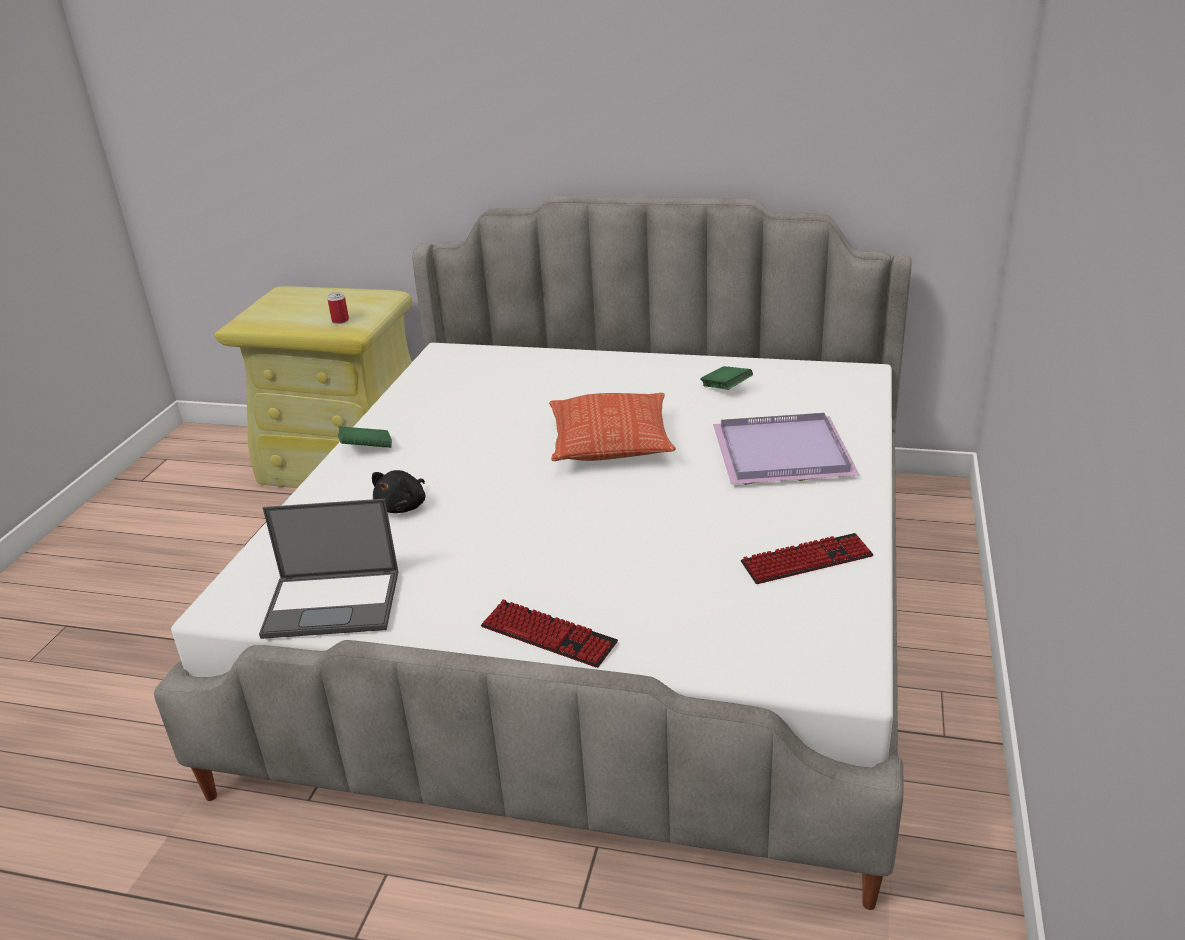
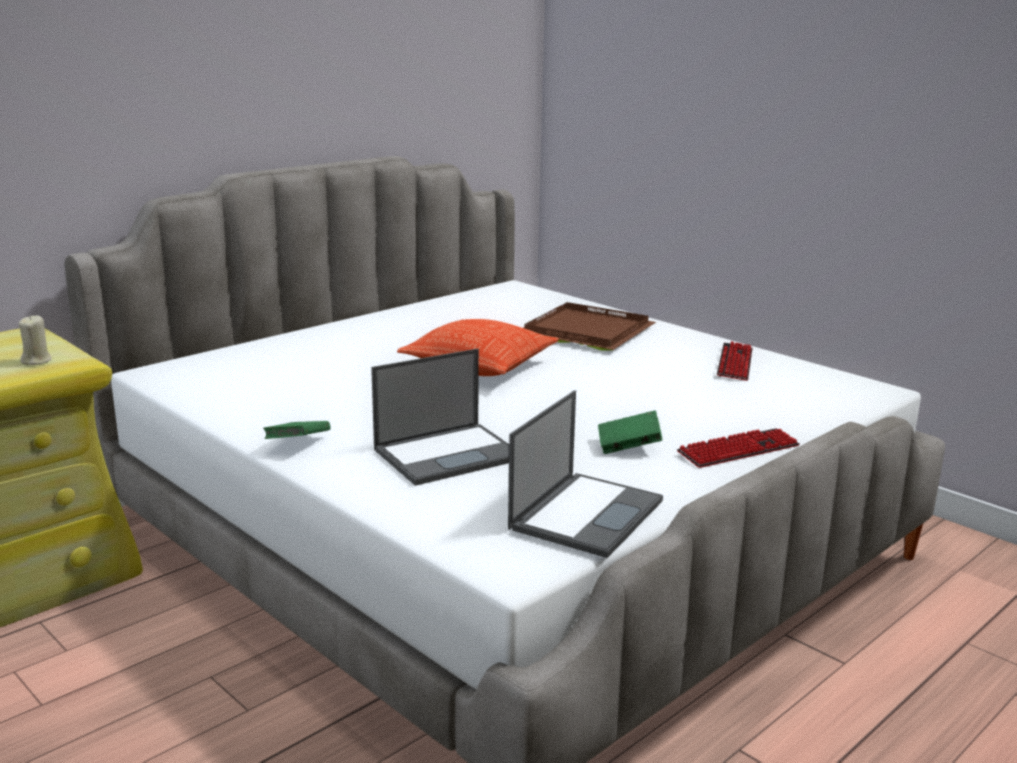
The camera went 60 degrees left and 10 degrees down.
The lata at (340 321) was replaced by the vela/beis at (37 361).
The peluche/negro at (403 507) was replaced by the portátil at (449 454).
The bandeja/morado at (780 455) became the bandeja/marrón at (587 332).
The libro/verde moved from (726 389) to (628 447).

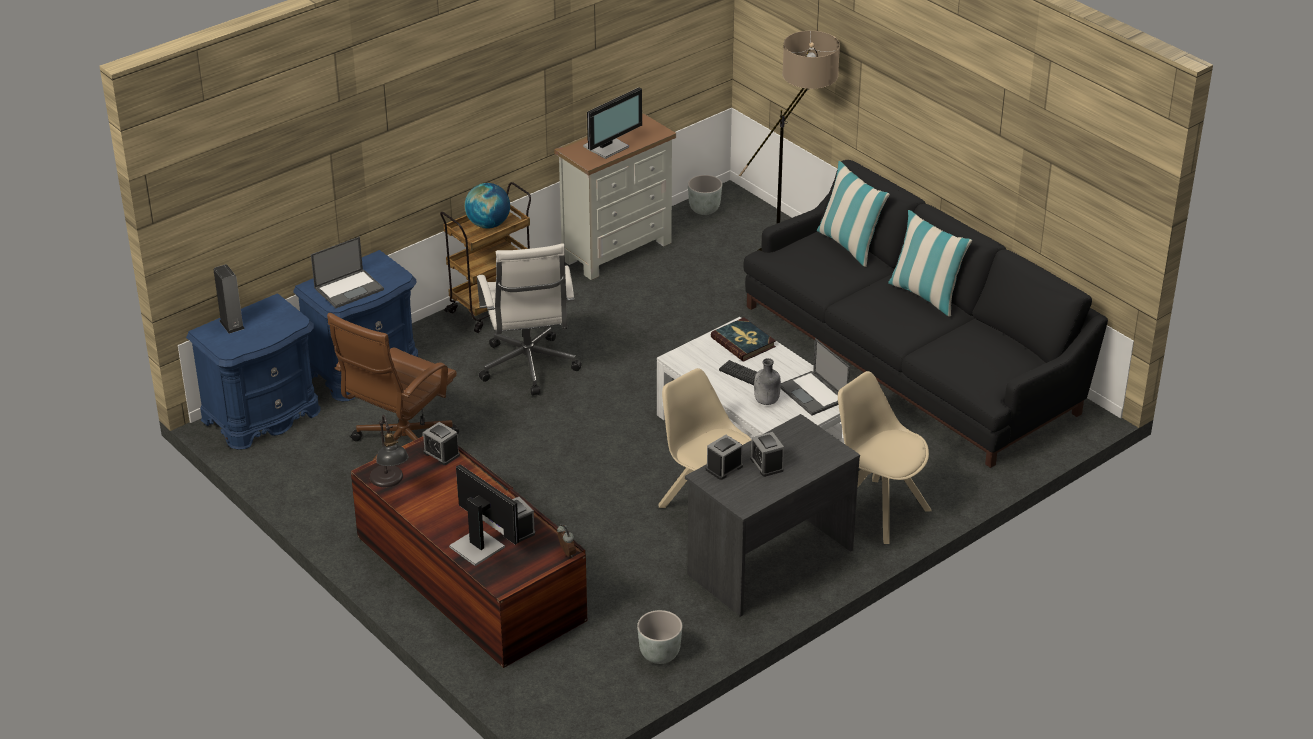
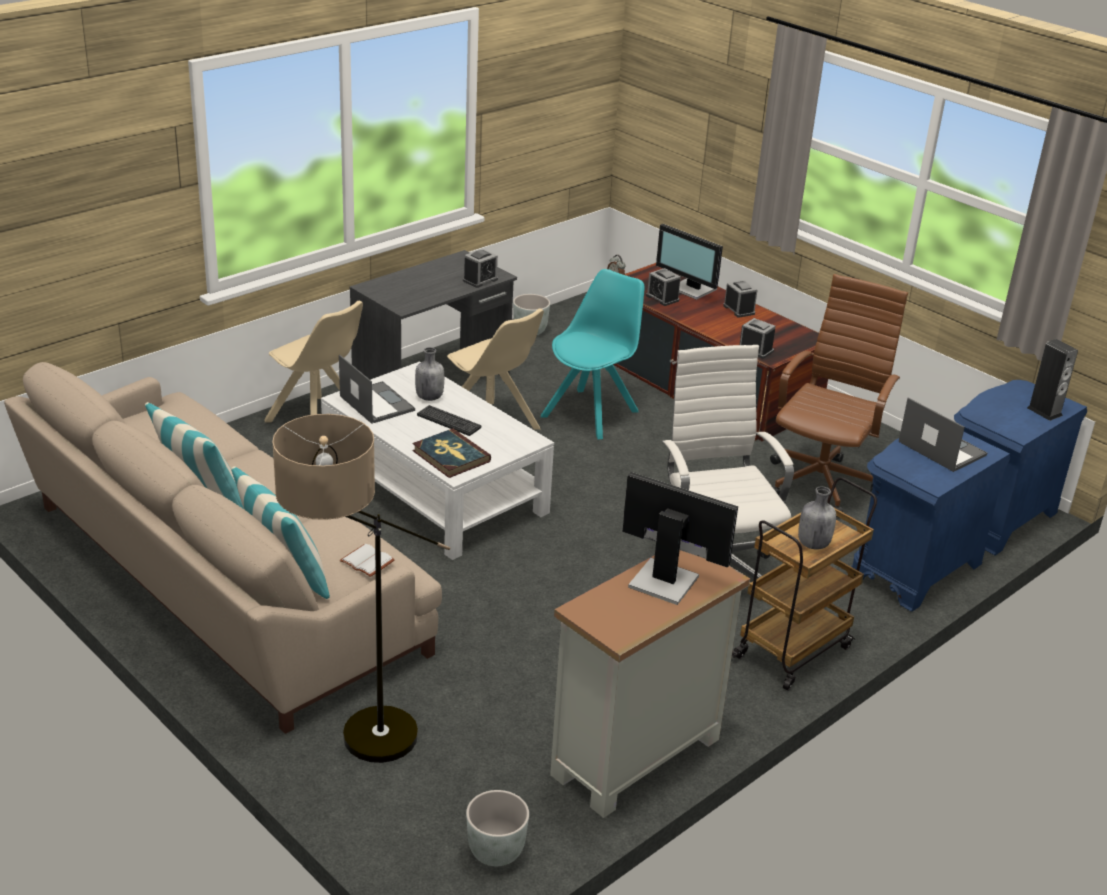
The camera went 175 degrees right and 5 degrees down.
The sofá/negro at (913 356) became the sofá/beis at (220 580).
The libro/blanco at (368 561) appeared.
The silla/turquesa at (591 413) appeared.
The monitor at (608 147) turned 75 degrees clockwise.
The despertador moved from (766 464) to (739 310).
The globo terráqueo at (488 224) was replaced by the botella/gris at (812 544).
The portátil at (349 288) turned 90 degrees clockwise.
The lámpara de mesa/gris at (391 485) disappeared.

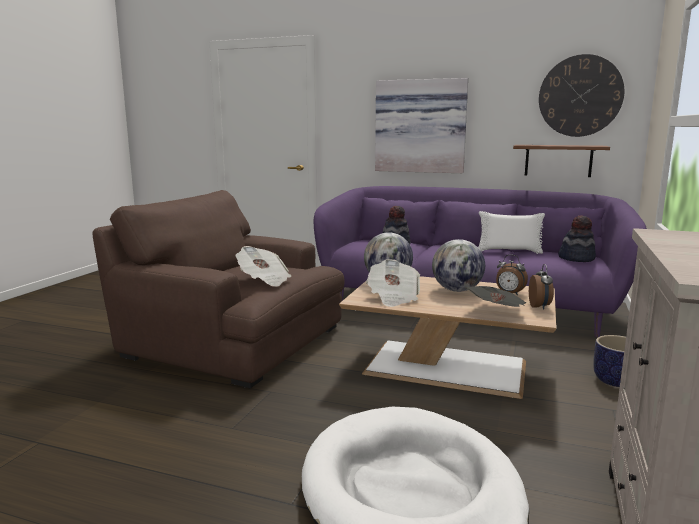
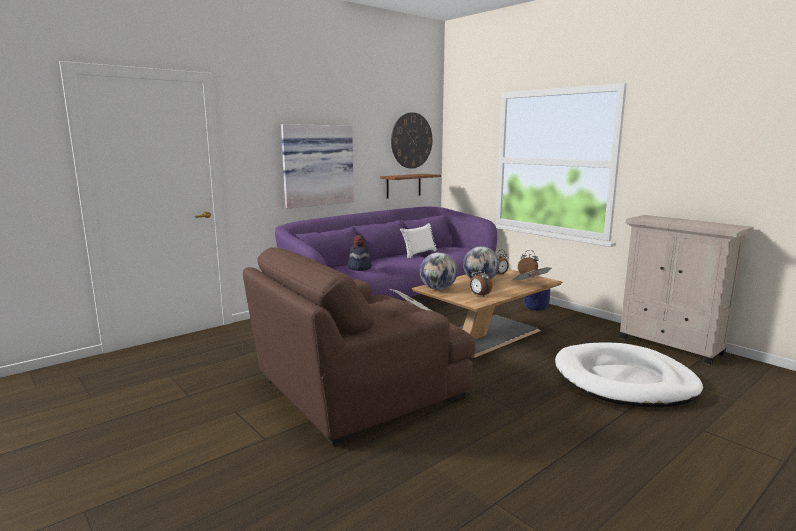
The camera went 60 degrees left and 0 degrees up.
The periódico at (393 297) was replaced by the despertador at (479 295).
The sombrero at (576 258) disappeared.

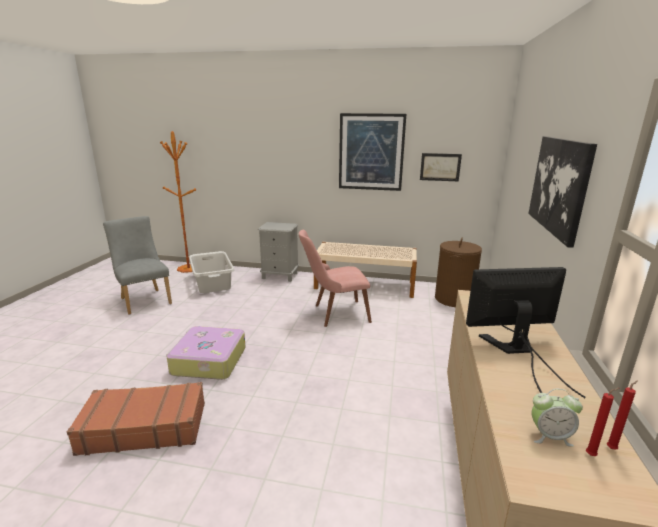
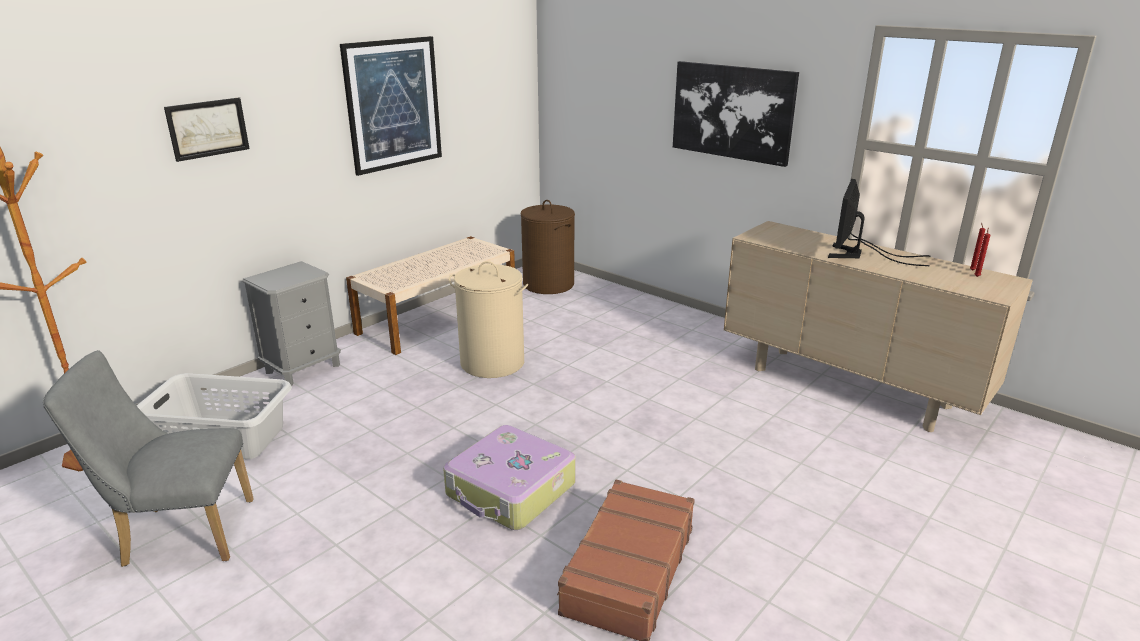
The camera went 60 degrees left and 5 degrees up.
The cuadro moved from (440 167) to (208 128).
The silla/rosa at (334 314) was replaced by the cesto de la ropa/beis at (492 363).
The despertador at (549 436) disappeared.

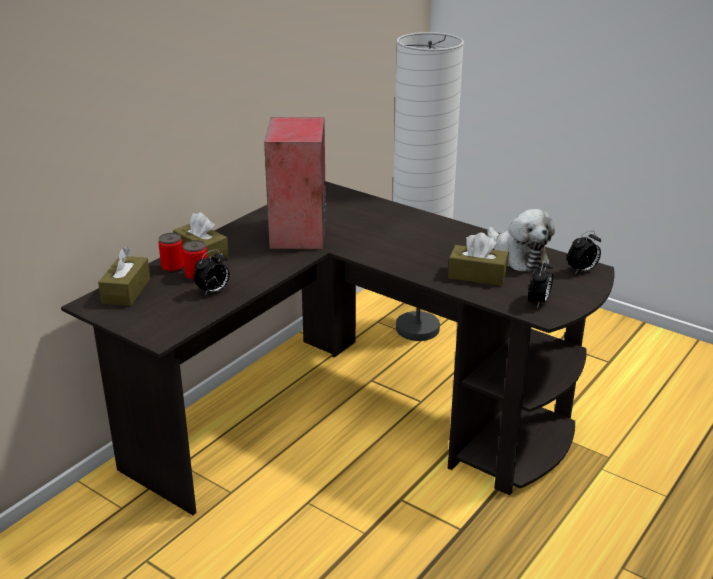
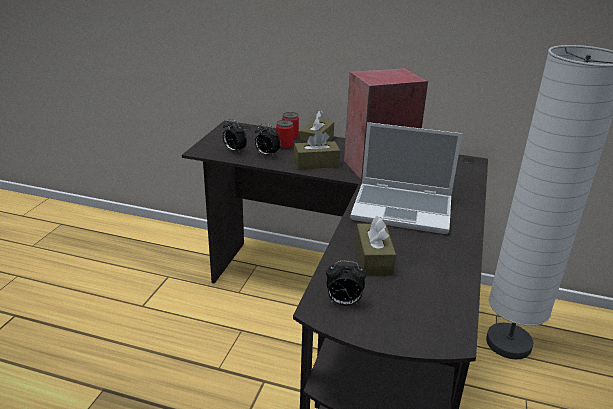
The camera went 70 degrees right and 0 degrees up.
The despertador moved from (582 270) to (234 150).
The caja de pañuelos/marrón moved from (126 291) to (316 163).
The portátil at (403 209) appeared.
The peluche at (517 257) disappeared.

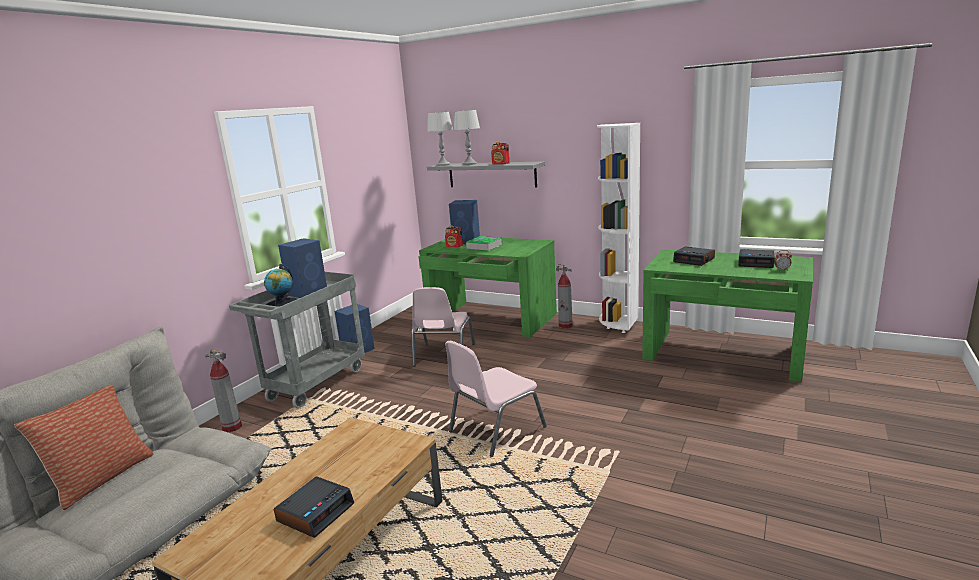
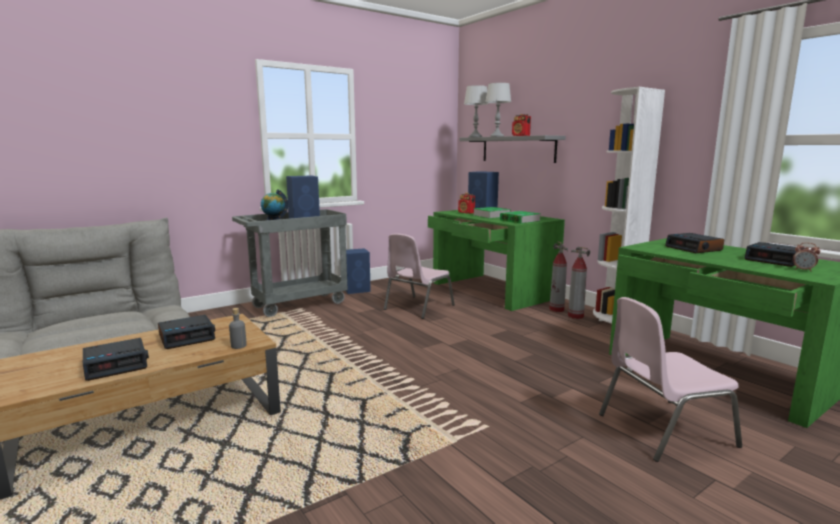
The camera went 25 degrees right and 5 degrees down.
The despertador at (187 337) appeared.
The botella/gris at (238 346) appeared.
The libro at (519 220) appeared.
The extintor moved from (232 427) to (575 316).
The silla/rosa moved from (495 429) to (662 429).
The cojín at (101 478) disappeared.

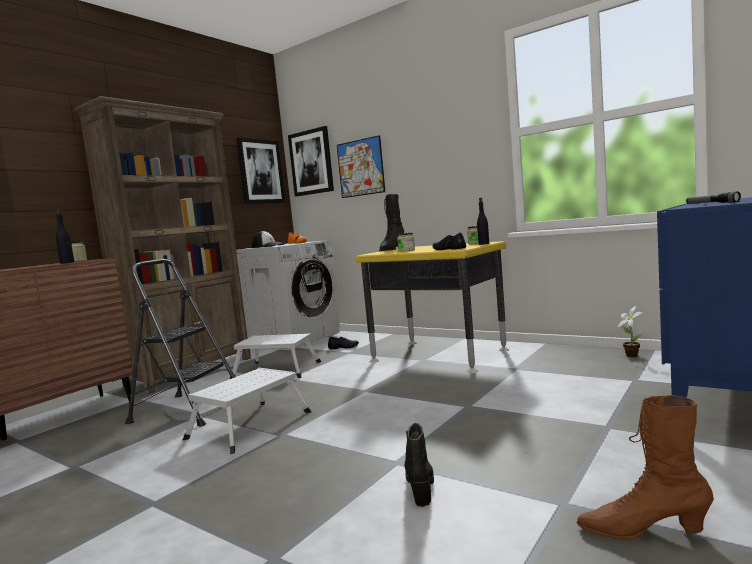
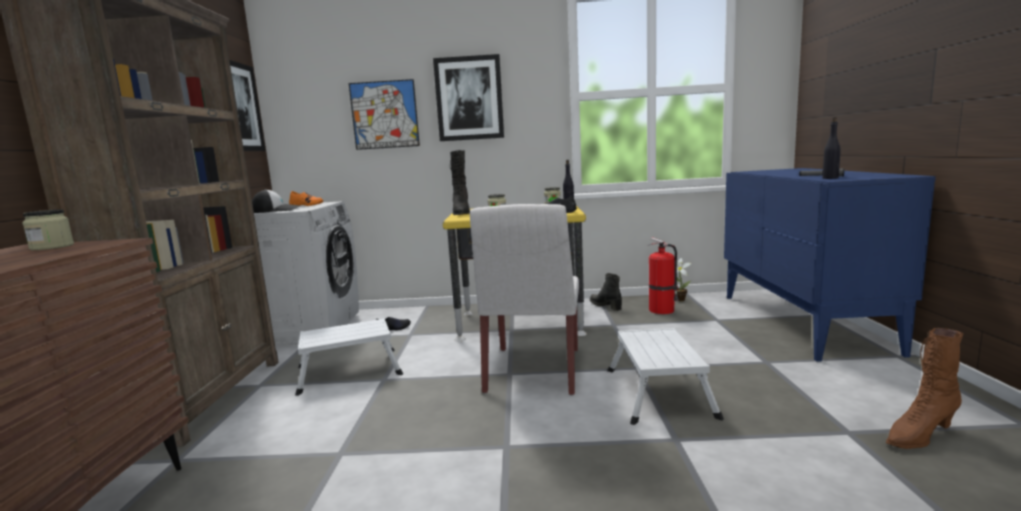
The camera went 35 degrees left and 5 degrees up.
The cuadro moved from (311 162) to (469 98).
The silla/blanco at (533 371) appeared.
The bota/negro moved from (420 485) to (606 306).
The escalera de tijera/blanco moved from (250 425) to (658 392).
The extintor at (662 310) appeared.
The botella/negro moved from (67 263) to (830 178).
The escalera de tijera/negro at (186 409) disappeared.

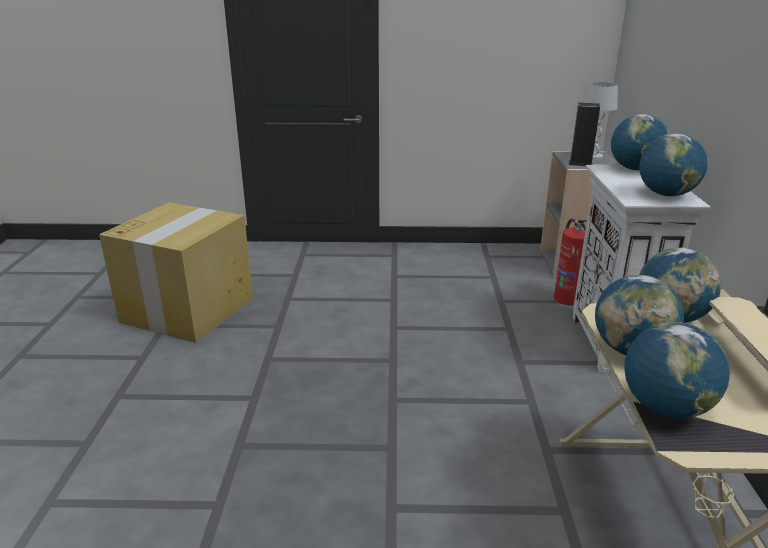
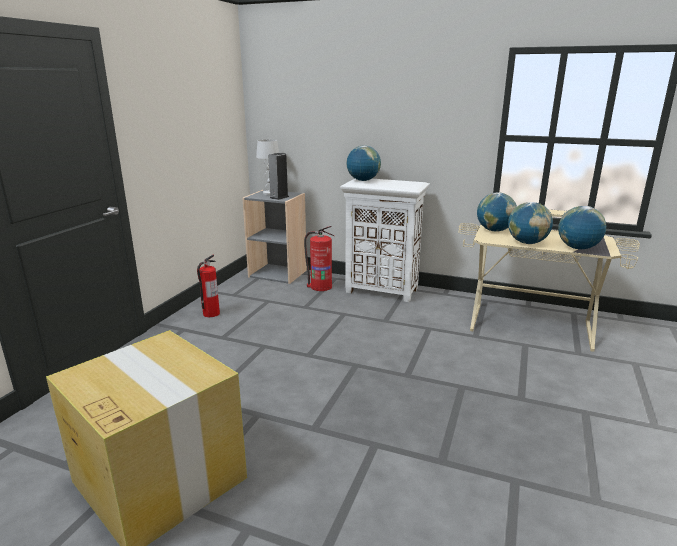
The camera went 70 degrees left and 5 degrees down.
The extintor at (211 313) appeared.
The globo terráqueo at (666 195) disappeared.

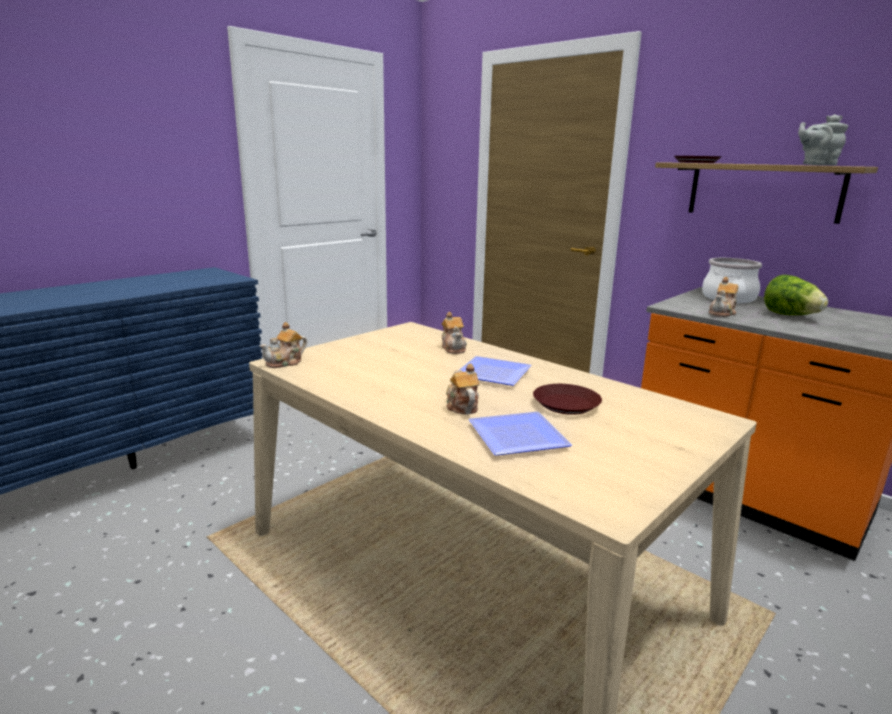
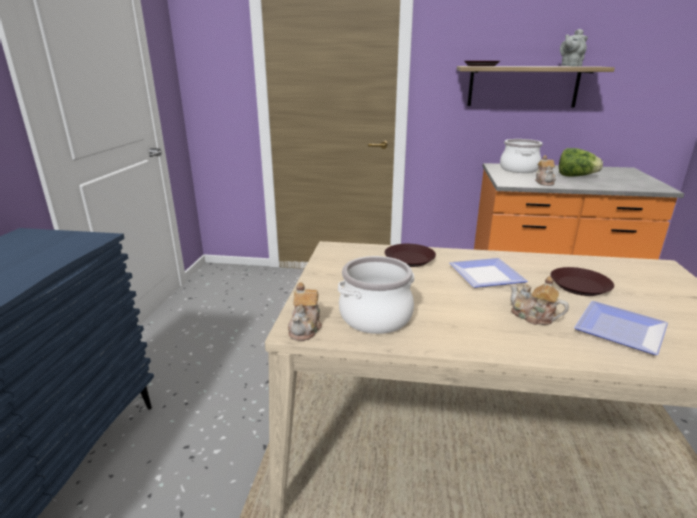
The camera went 35 degrees left and 5 degrees up.
The olla at (376 317) appeared.
The tetera at (454 348) was replaced by the plato/marrón at (409 259).

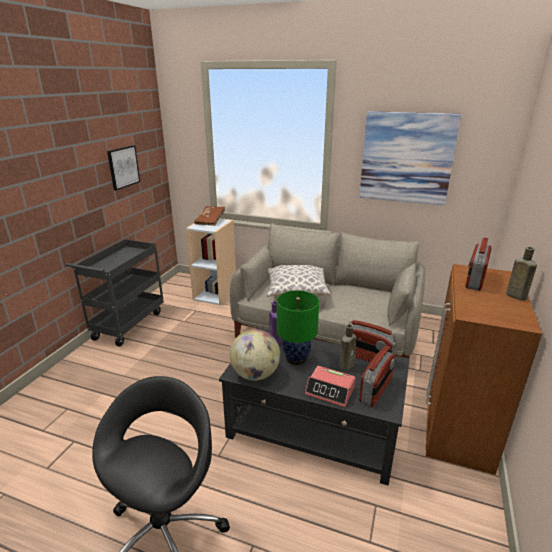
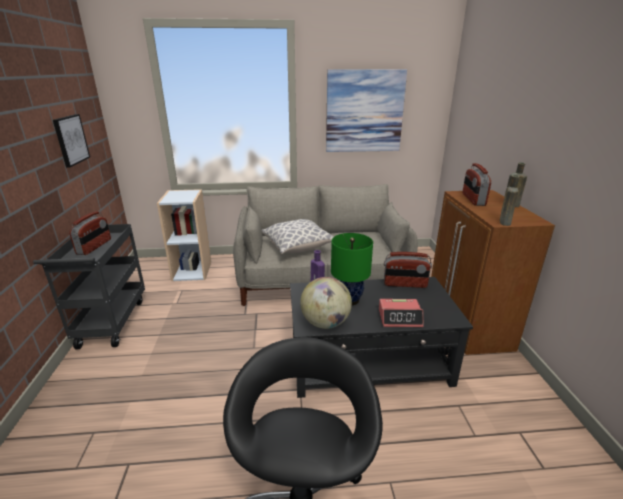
The camera went 25 degrees left and 0 degrees up.
The radio moved from (376 390) to (94 246).
The botella/marrón moved from (347 365) to (504 222).
The libro/marrón at (210 221) disappeared.

